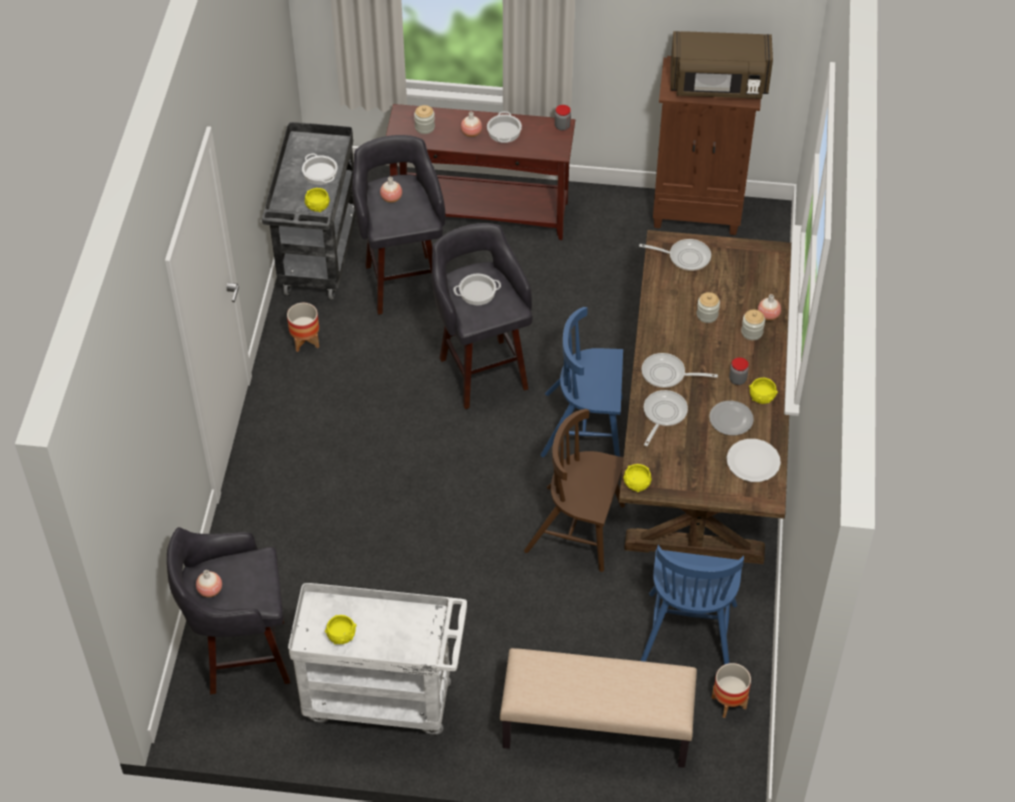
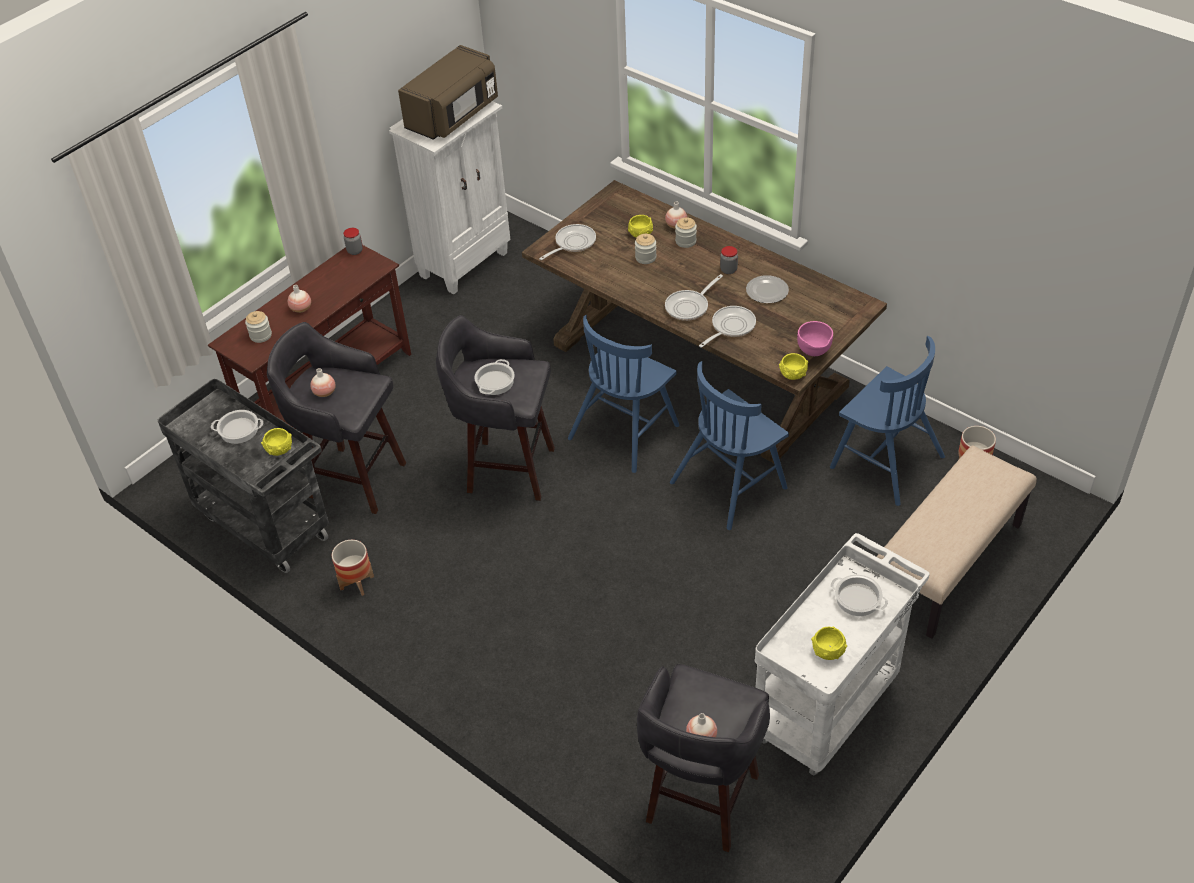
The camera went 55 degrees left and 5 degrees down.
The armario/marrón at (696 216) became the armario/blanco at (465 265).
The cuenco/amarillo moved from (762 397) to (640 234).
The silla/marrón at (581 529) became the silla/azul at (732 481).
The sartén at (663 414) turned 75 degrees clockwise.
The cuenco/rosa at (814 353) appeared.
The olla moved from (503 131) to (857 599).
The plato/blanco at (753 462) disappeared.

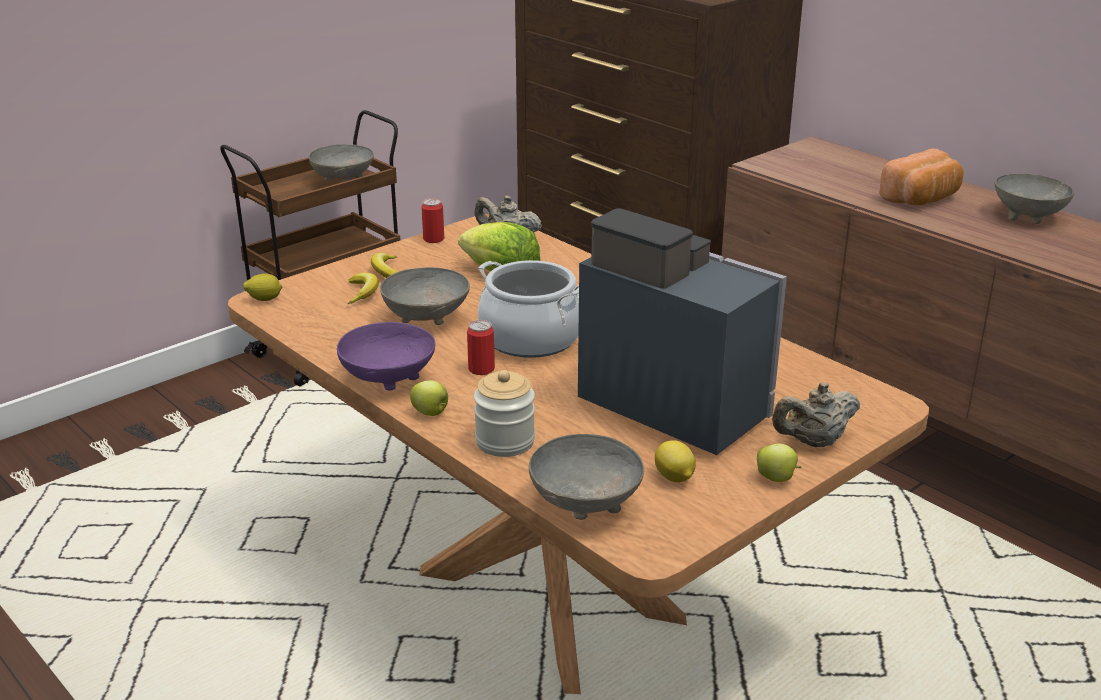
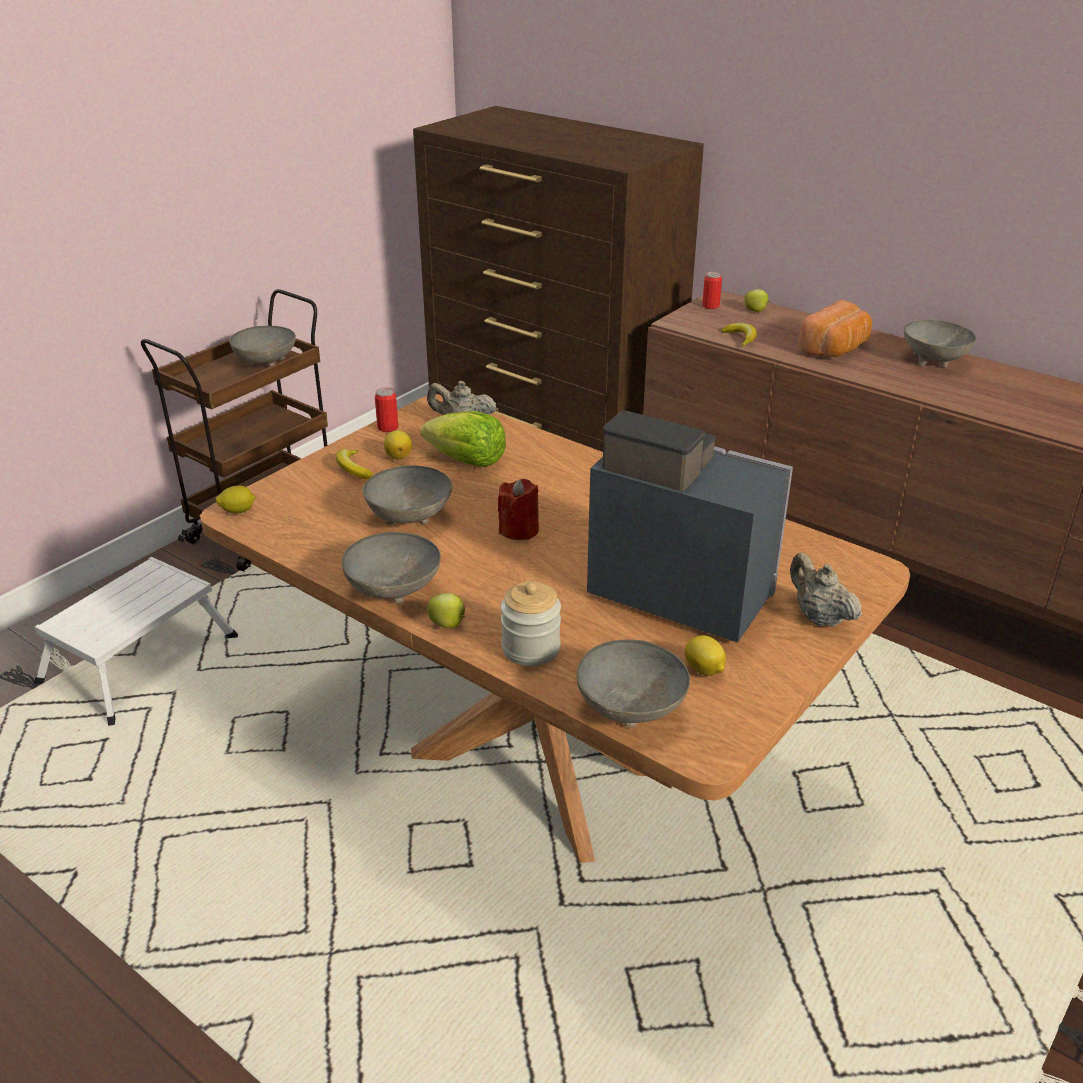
The camera went 10 degrees left and 5 degrees up.
The escalera de tijera/blanco at (140 658) appeared.
The cuenco/morado at (386 380) became the cuenco/gris at (392 592).
The limón at (399 456) appeared.
The olla at (531 338) was replaced by the vela/rojo at (519 530).
The lata moved from (481 369) to (710 306).
The plátano moved from (363 293) to (740 339).
The manzana moved from (777 479) to (756 311).
The tetera/beis at (813 442) turned 90 degrees clockwise.

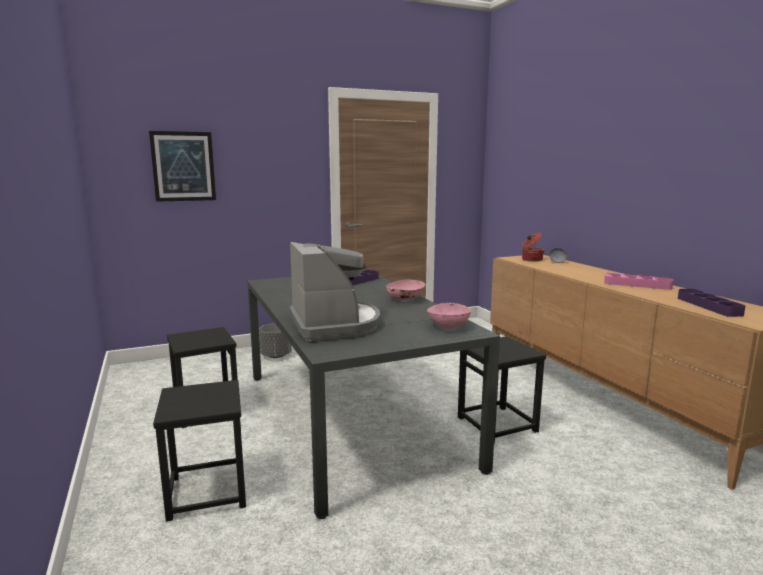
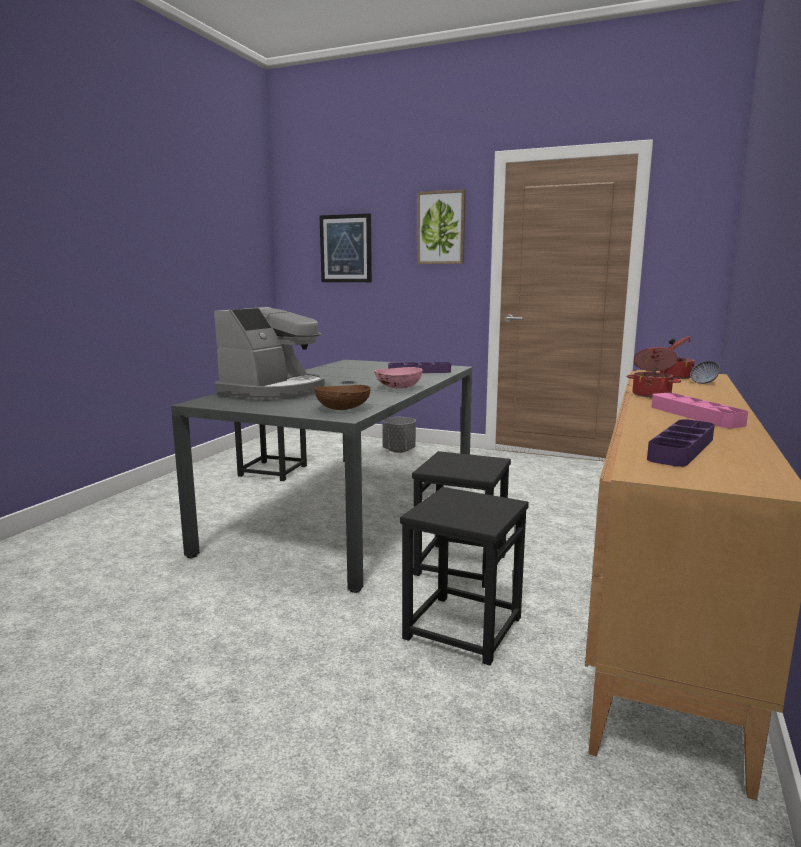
The camera went 45 degrees right and 0 degrees up.
The cuenco/rosa at (448 326) became the cuenco/marrón at (343 409).
The taburete/negro moved from (206 491) to (462 627).
The cuadro at (441 228) appeared.
The olla at (651 395) appeared.

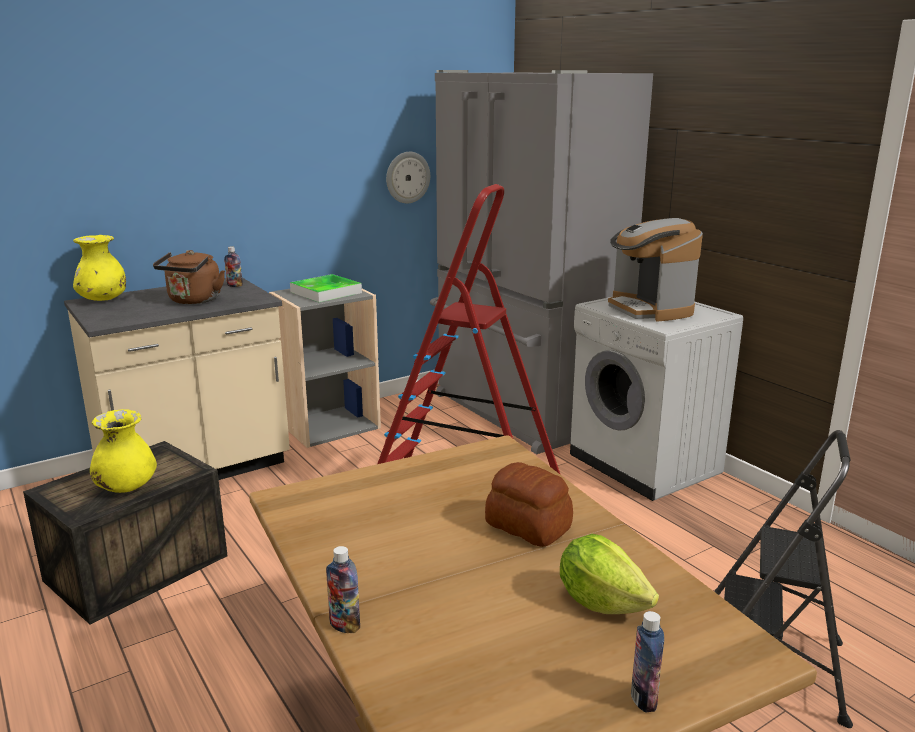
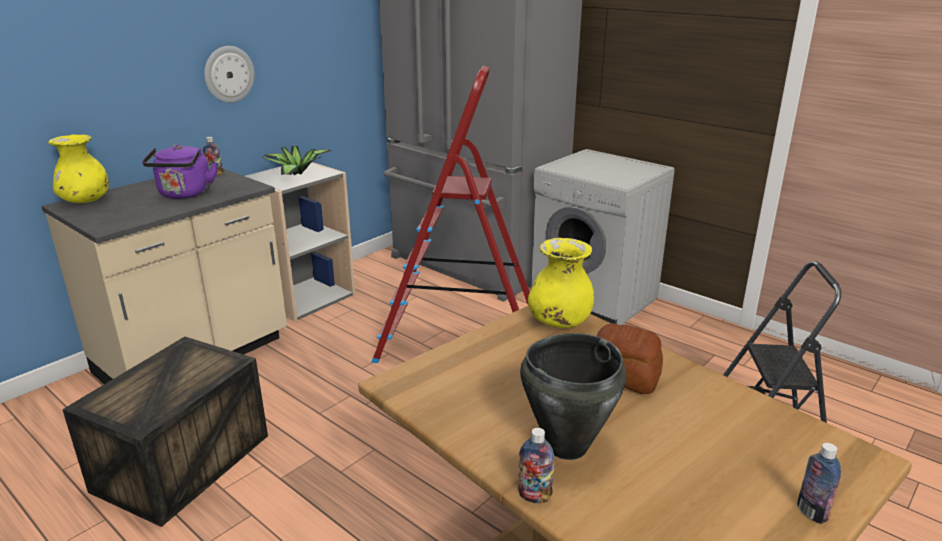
The camera went 15 degrees left and 5 degrees up.
The hervidor/marrón at (193 301) became the hervidor/morado at (185 195).
The reloj de pared moved from (407 177) to (229 74).
The bandeja at (326 292) was replaced by the planta en maceta at (296 173).
The olla/negro at (566 446) appeared.
The florero/amarillo moved from (126 487) to (559 322).
The lechuga at (601 601) disappeared.
The cafetera at (649 309) disappeared.

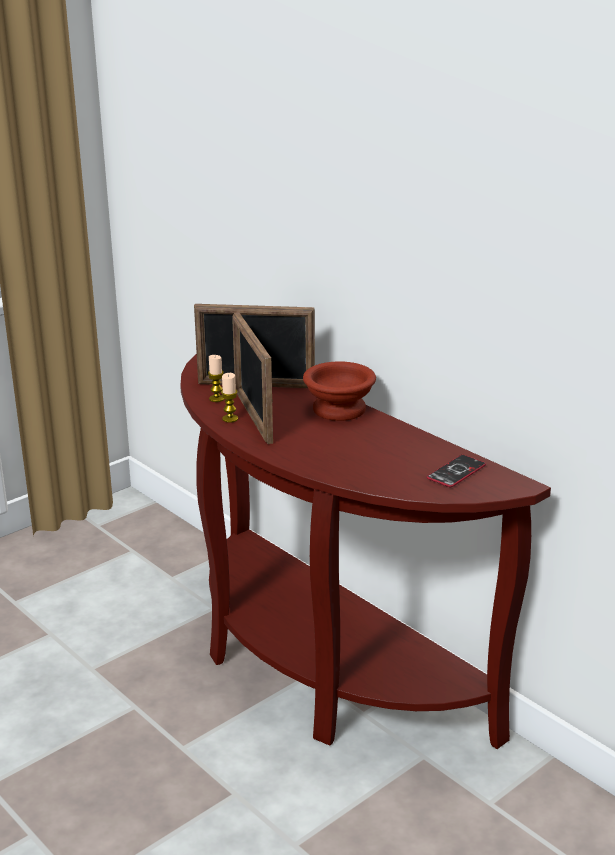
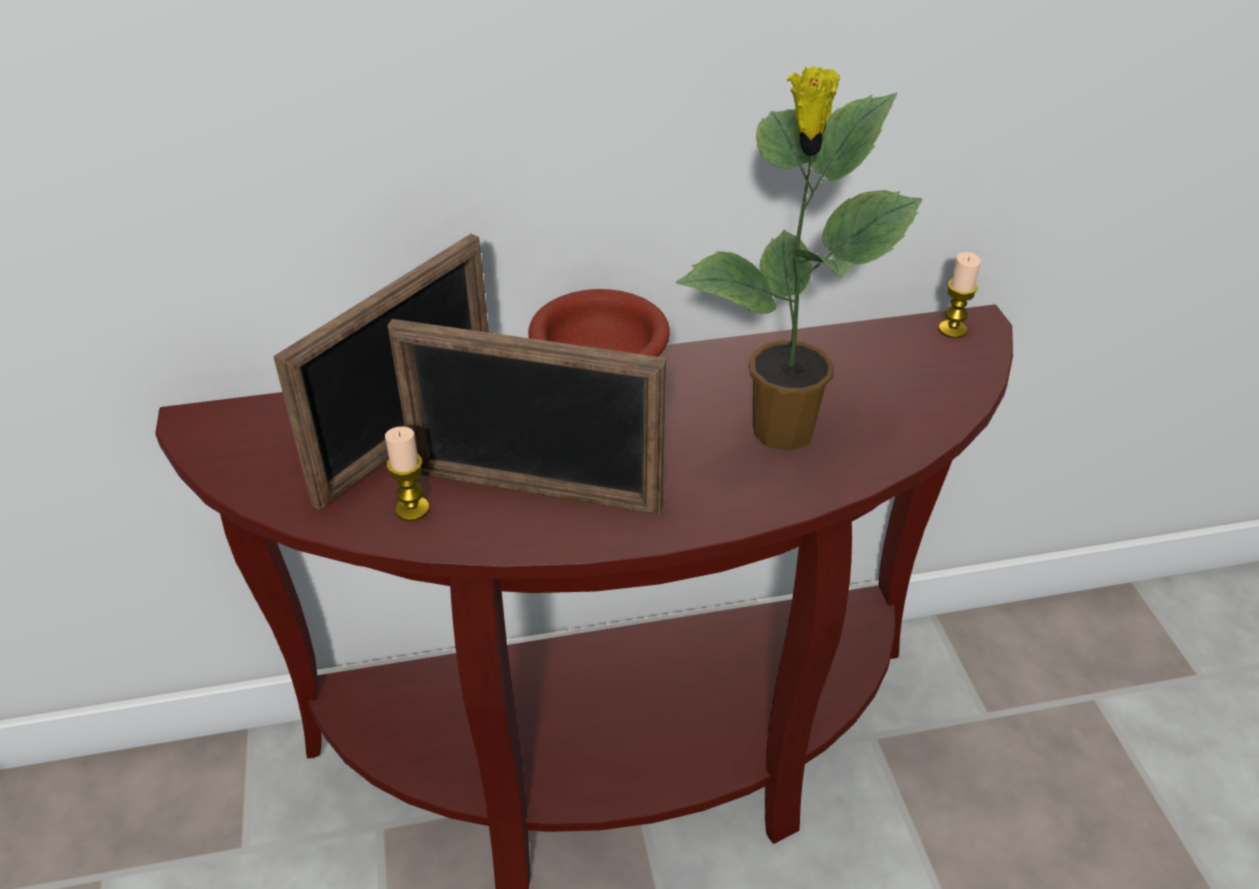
The camera went 60 degrees left and 15 degrees up.
The planta en maceta at (781 433) appeared.
The vela moved from (230 419) to (952 330).
The móvil at (456 472) disappeared.

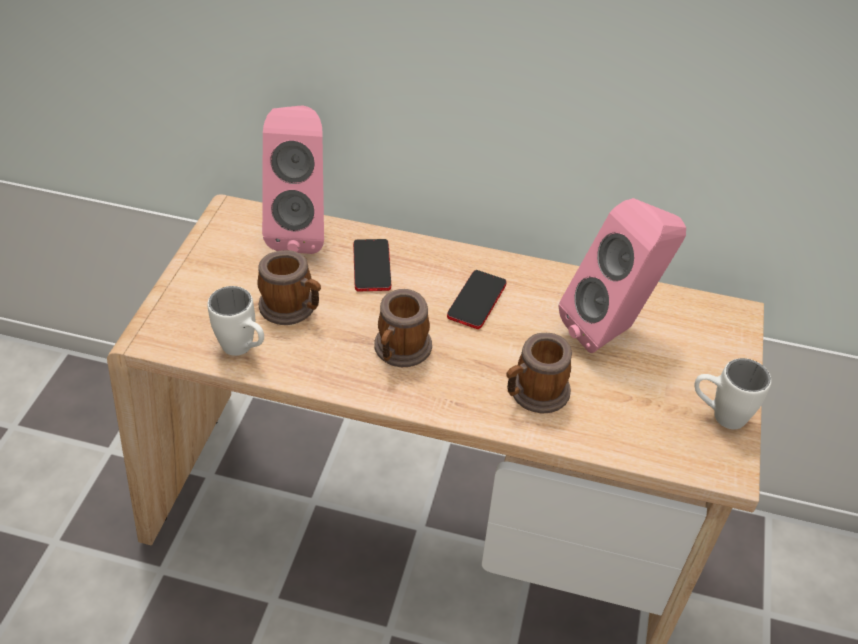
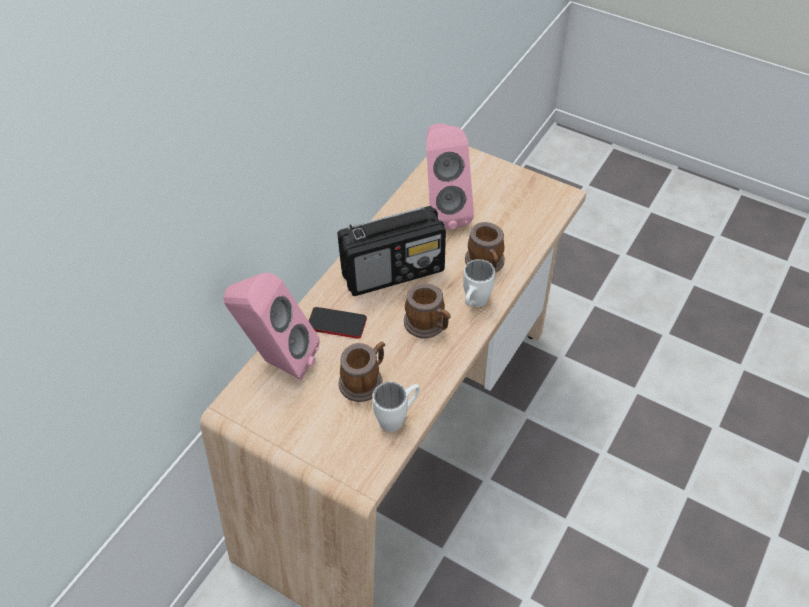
The camera went 70 degrees left and 5 degrees up.
The móvil at (477 300) was replaced by the radio at (394 271).
The taza grande/blanco moved from (718 415) to (474 304).

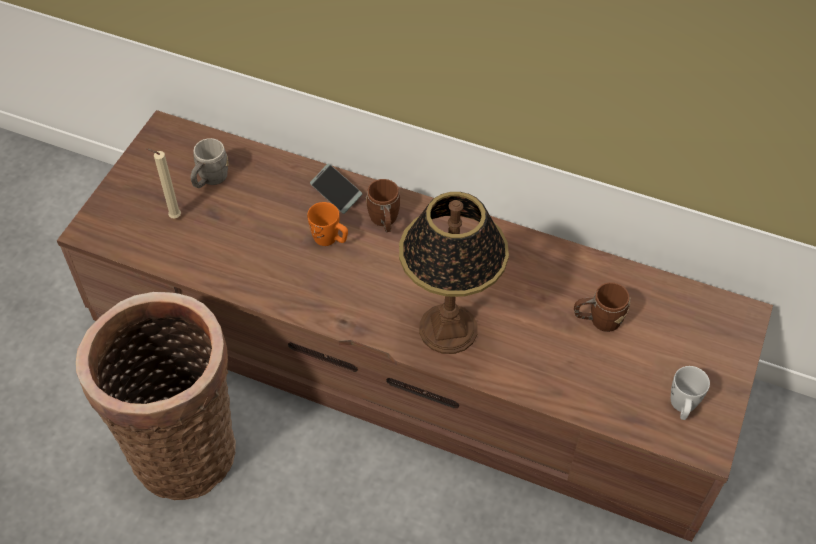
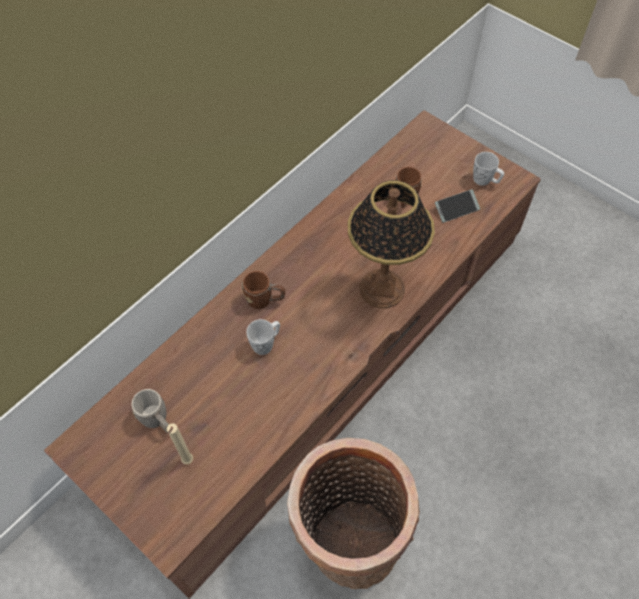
The camera went 70 degrees left and 5 degrees up.
The taza grande/naranja at (330 239) became the taza grande/blanco at (266 343).
The móvil moved from (336 192) to (456 209).

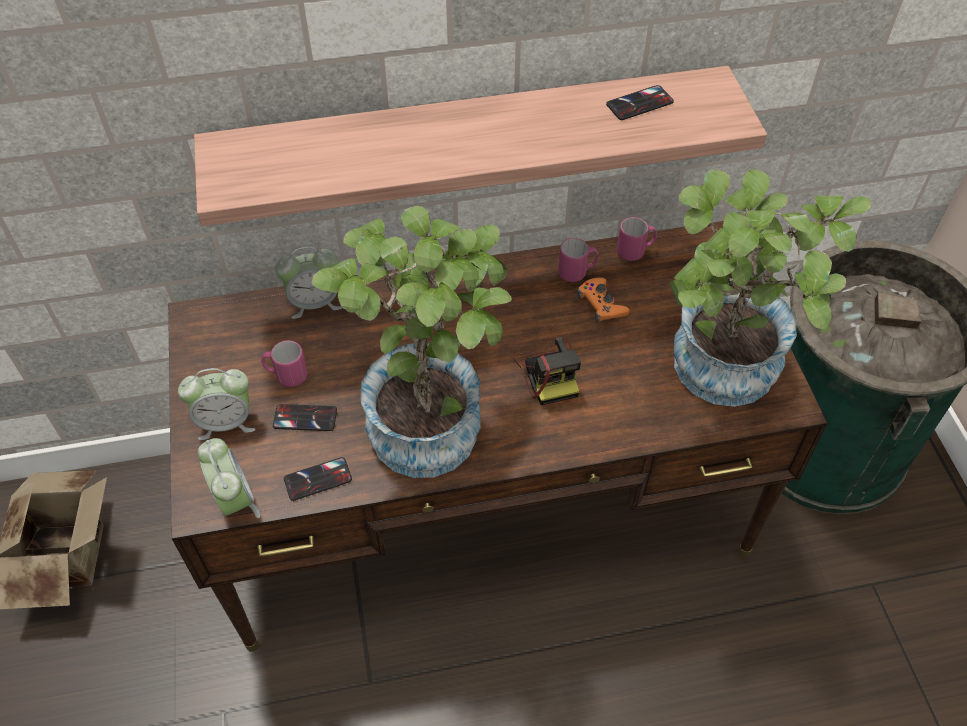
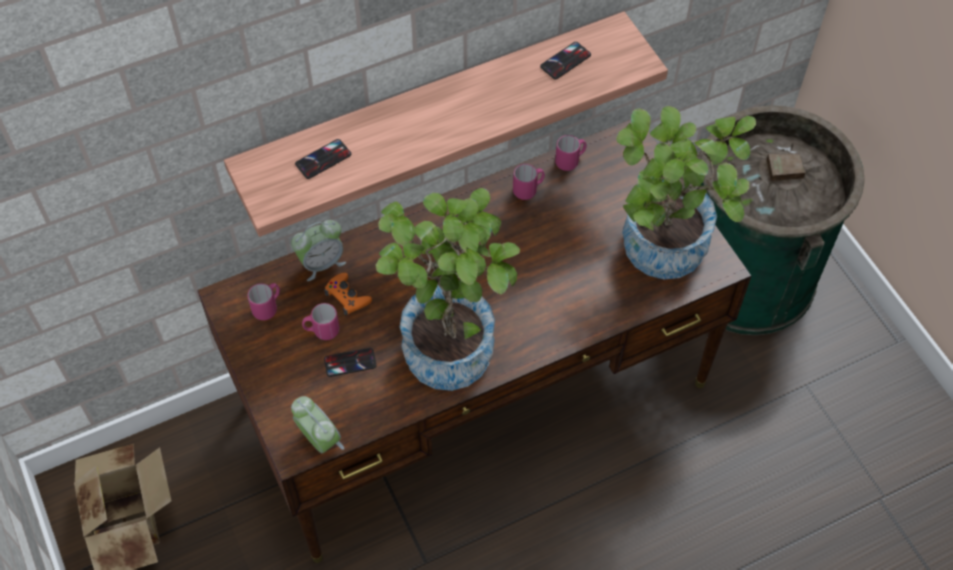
The camera went 15 degrees left and 5 degrees up.
The taza grande/rosa at (268 307) appeared.
The móvil moved from (318 479) to (323 159).
The mando de consola/naranja moved from (601 304) to (347 297).
The despertador at (226 422) disappeared.
The cámara at (549 373) disappeared.

